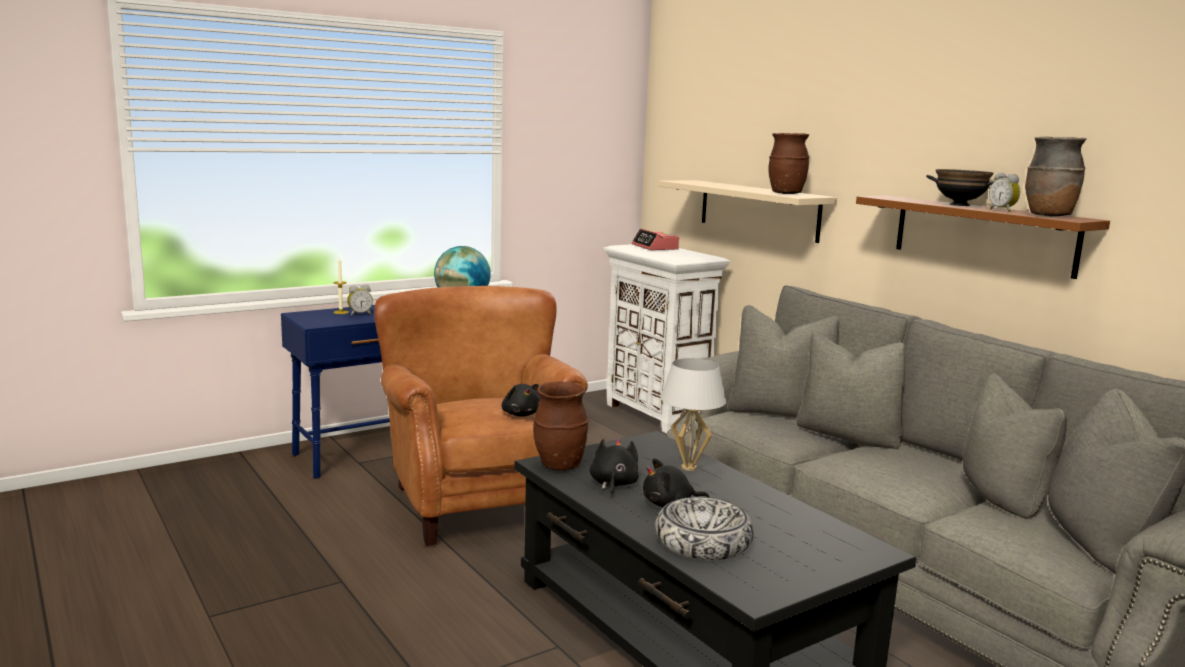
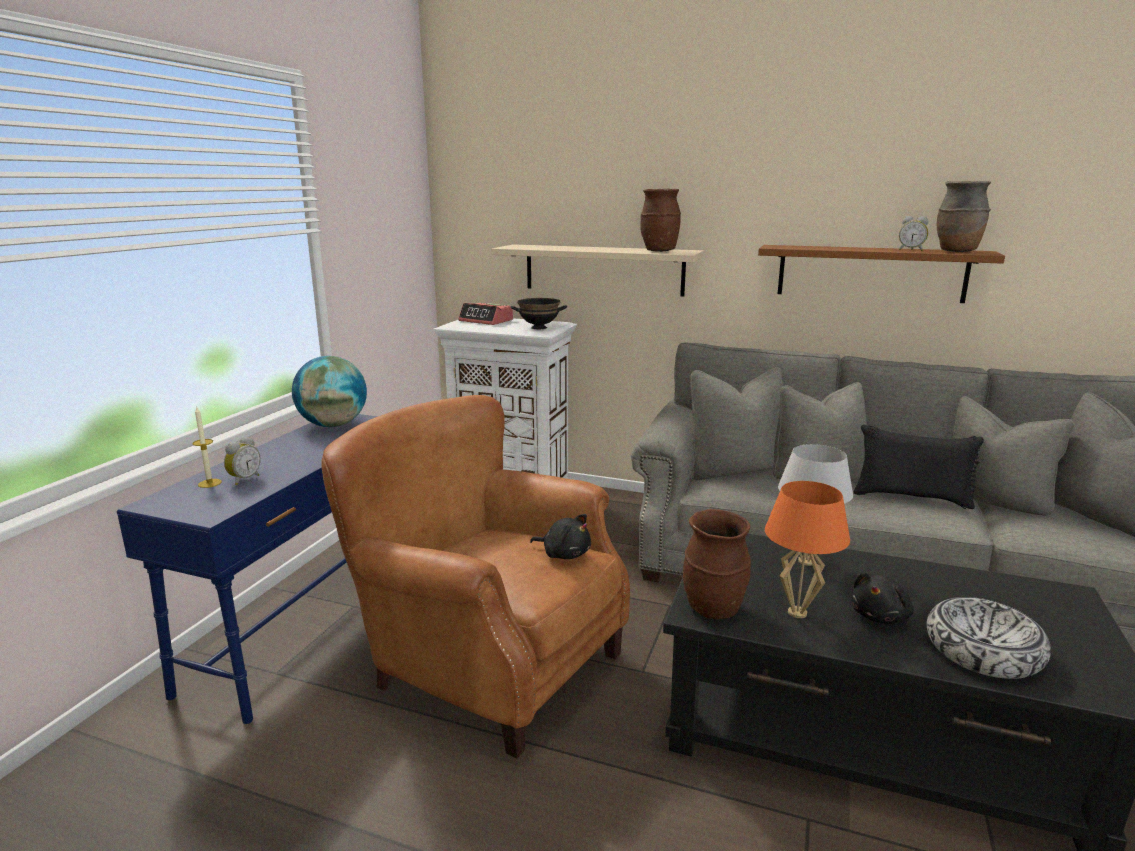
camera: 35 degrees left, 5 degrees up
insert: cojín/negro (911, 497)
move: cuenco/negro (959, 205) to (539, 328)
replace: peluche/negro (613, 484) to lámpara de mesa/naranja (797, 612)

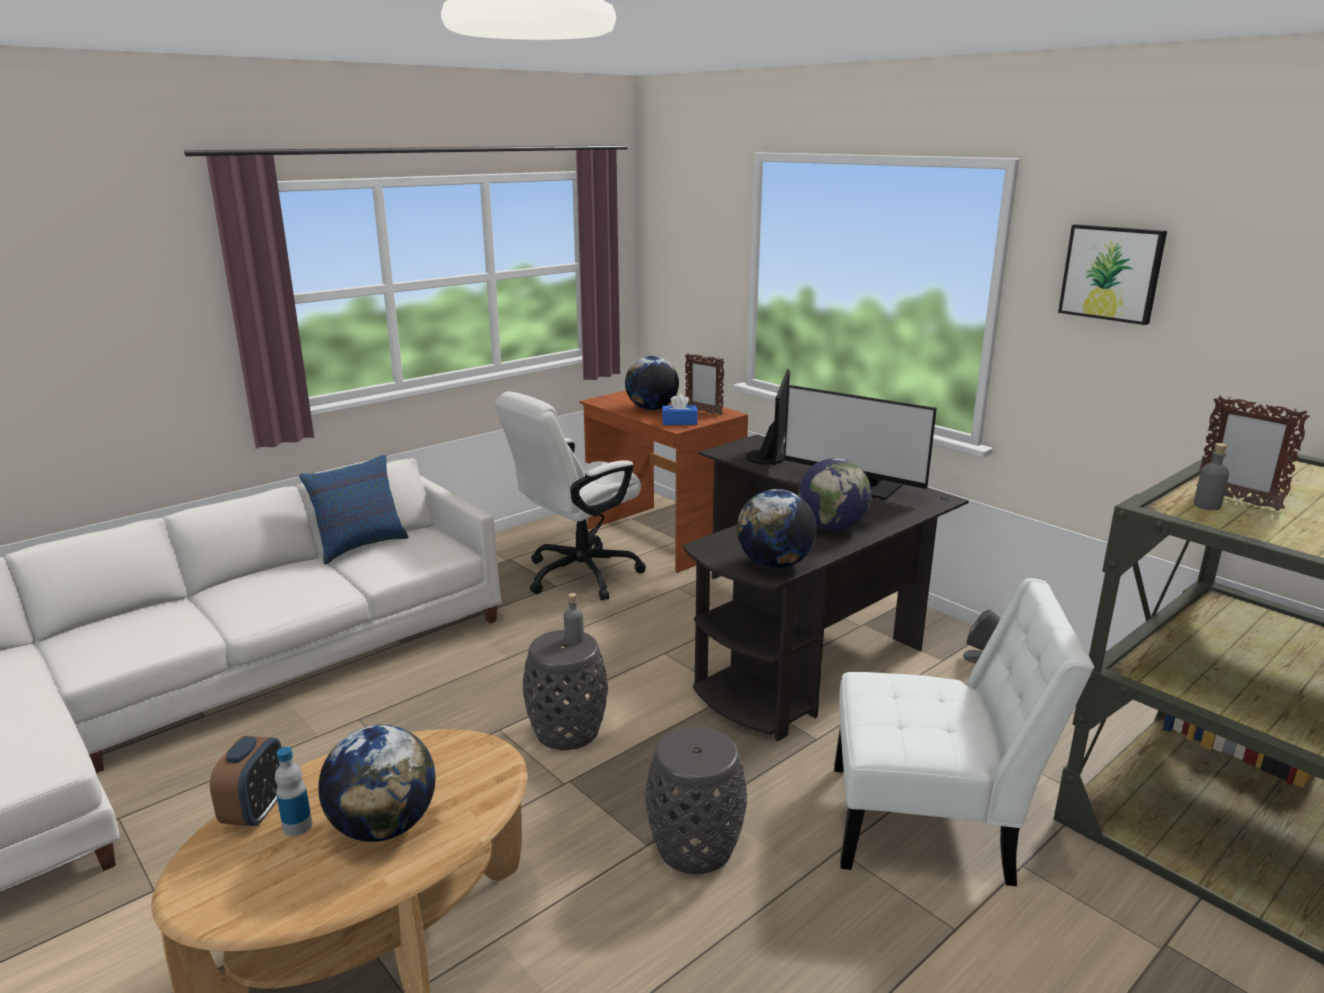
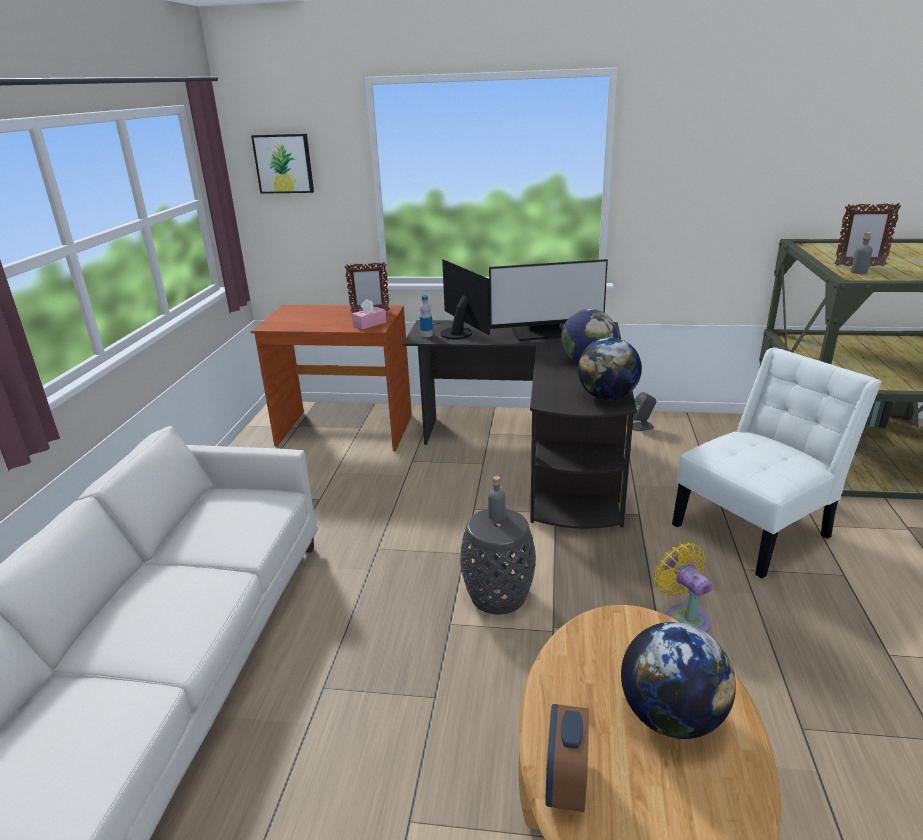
camera: 40 degrees left, 5 degrees up
delete: cojín/azul (361, 547); silla de oficina/blanco (577, 577); globo terráqueo (651, 409)
move: botella (297, 826) to (426, 335); cuadro (1112, 273) to (284, 163)
replace: taburete/gris (694, 847) to ventilador/amarillo (684, 617)
recolor: caja de pañuelos/azul (679, 422) to caja de pañuelos/rosa (369, 324)
rotate: despertador (256, 811) = (566, 783) 135 degrees counterclockwise

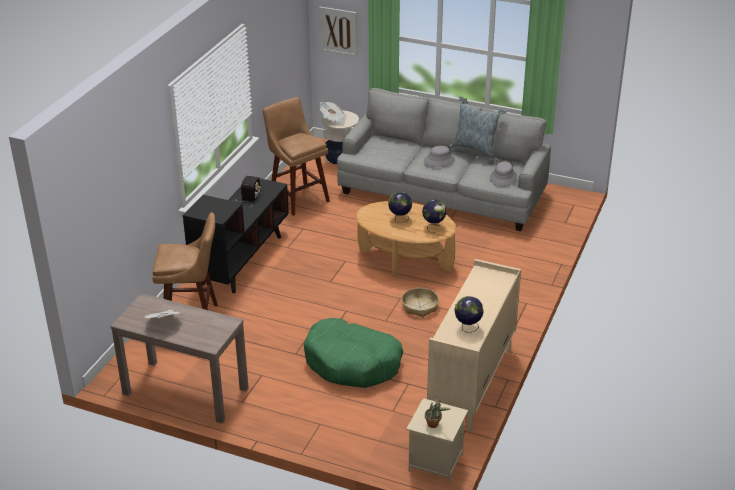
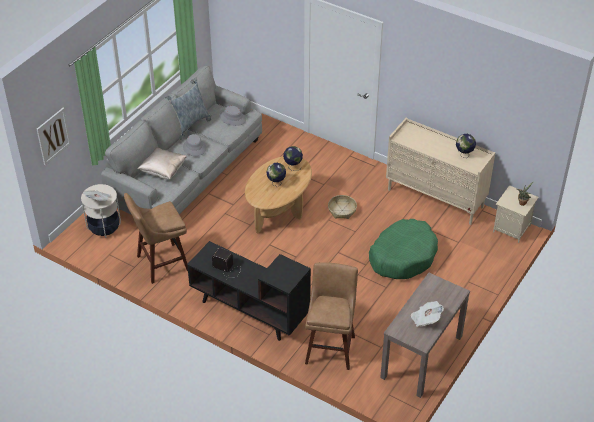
camera: 80 degrees left, 10 degrees up
insert: cojín/beis (163, 171)

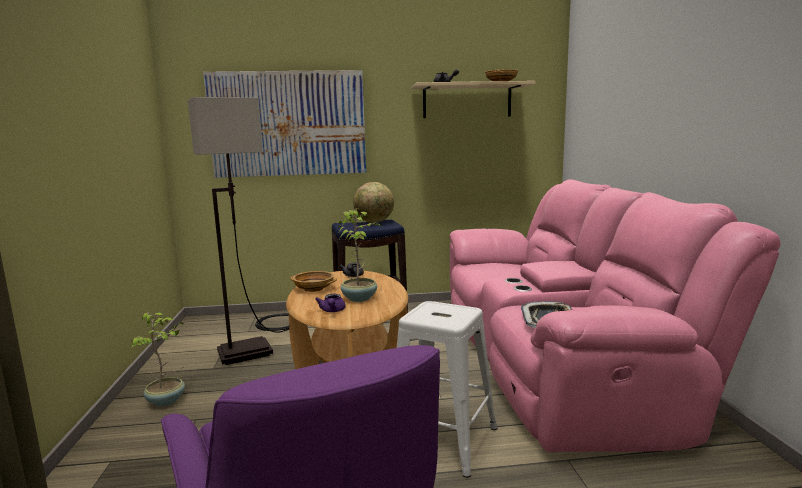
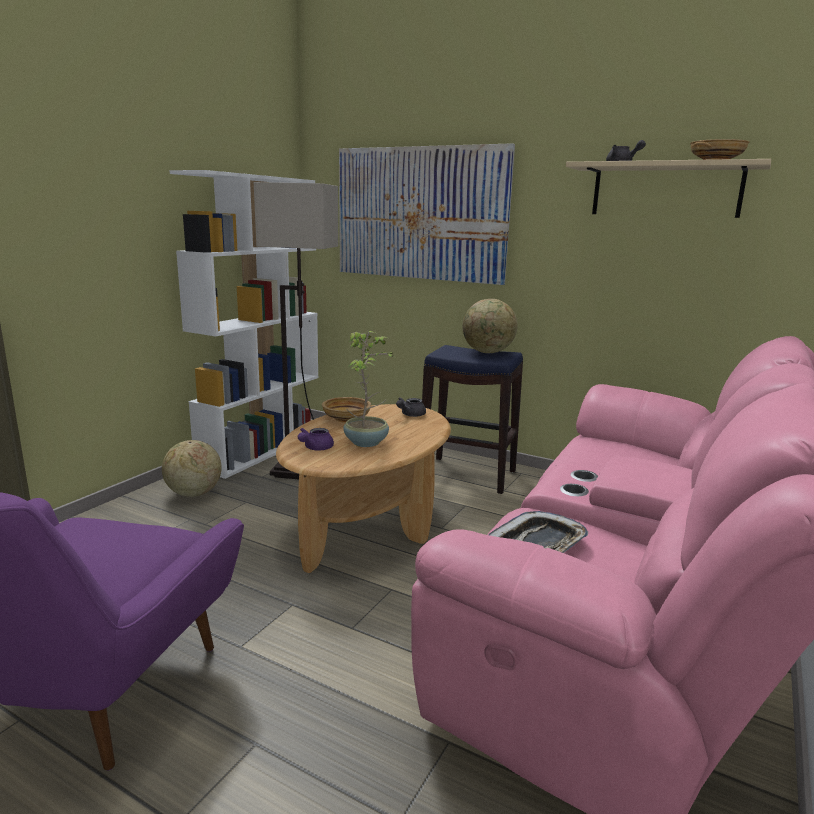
camera: 35 degrees right, 5 degrees up
delete: taburete/blanco (442, 439)
insert: estantería/blanco (261, 450)
replace: planta en maceta (167, 401) to globo terráqueo (193, 493)

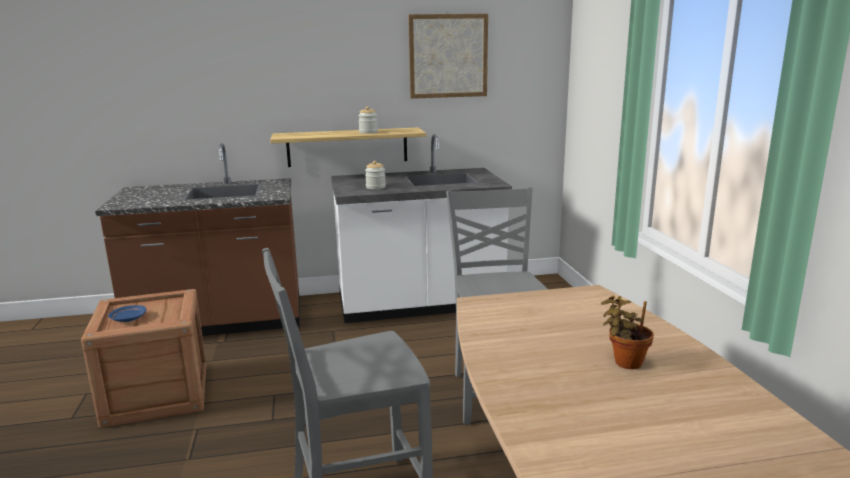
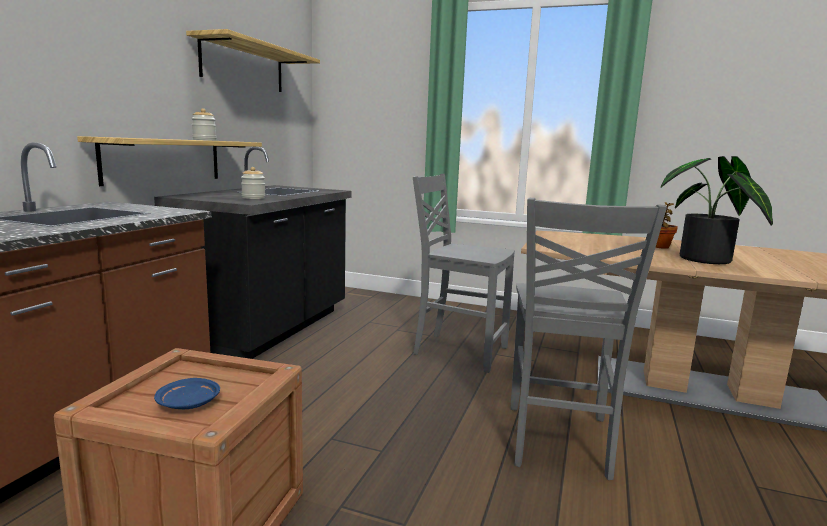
camera: 60 degrees left, 5 degrees down
insert: planta en maceta (706, 261)
replace: cuadro (448, 55) to estante (243, 66)
recolor: mueble bajo de cocina/blanco (419, 304) to mueble bajo de cocina/negro (268, 330)

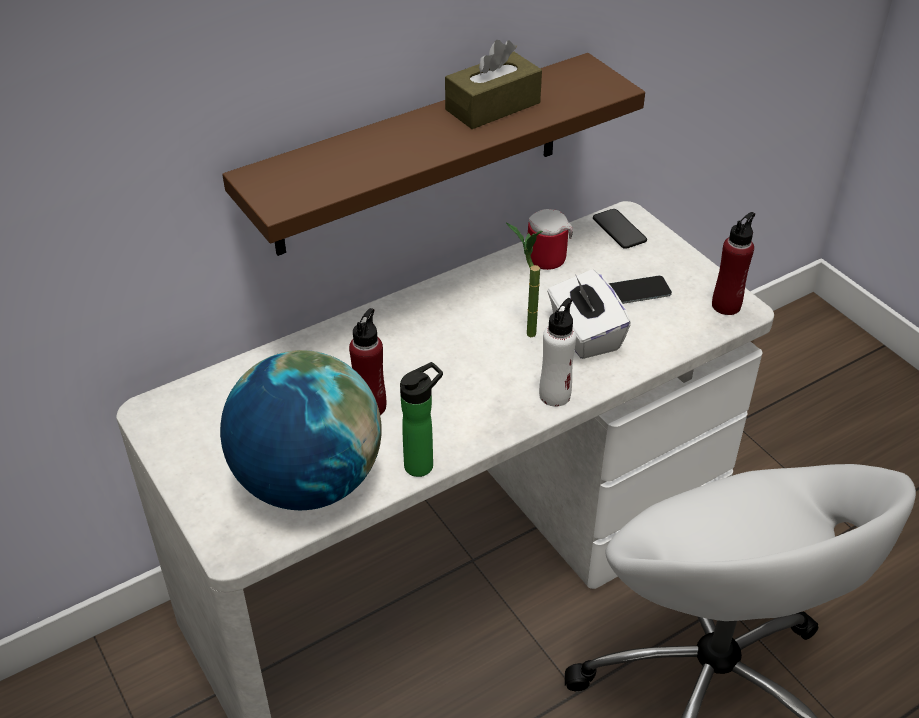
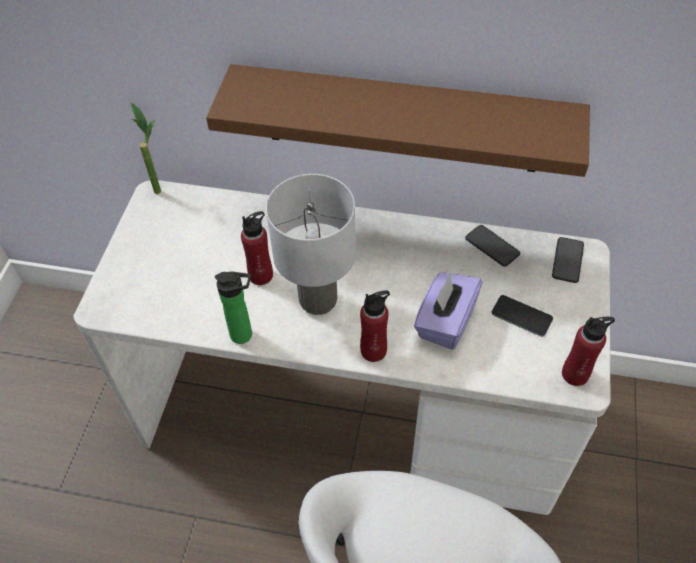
camera: 45 degrees right, 10 degrees up
delete: globo terráqueo (308, 481); caja de pañuelos/marrón (493, 106)
insert: lámpara de mesa/blanco (316, 301)
move: planta en maceta (523, 329) to (158, 186)
replace: taza grande (548, 255) to móvil (492, 246)
recolor: botella/blanco (555, 395) to botella/rojo (373, 350); caja de pañuelos/blanco (584, 334) to caja de pañuelos/morado (445, 322)

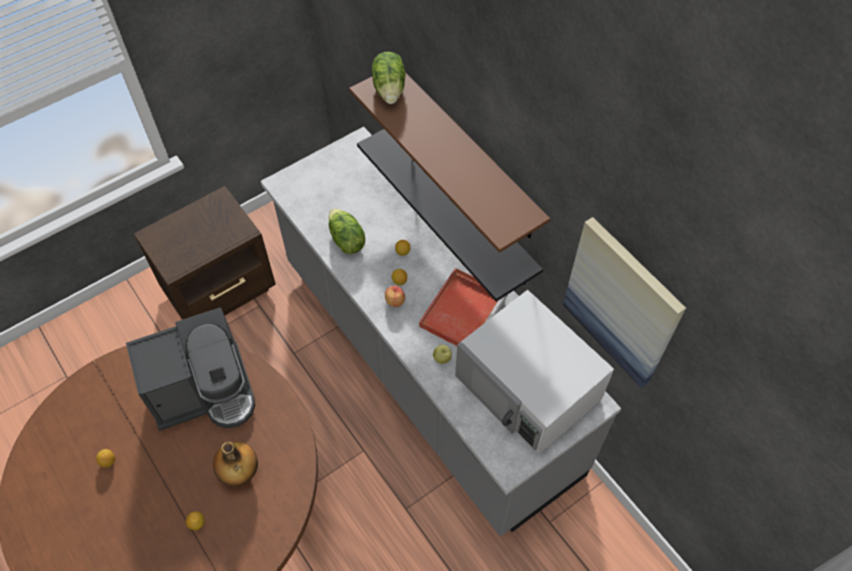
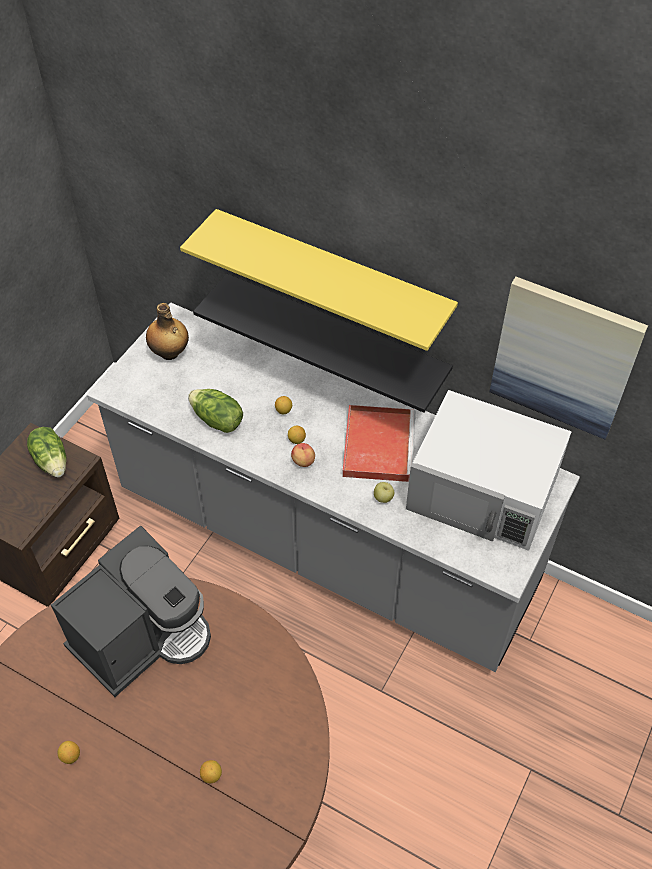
camera: 25 degrees left, 5 degrees down
move: botella (239, 472) to (170, 353); lechuga (390, 89) to (52, 461)
recolor: estante/marrón (467, 154) to estante/amarillo (332, 275)

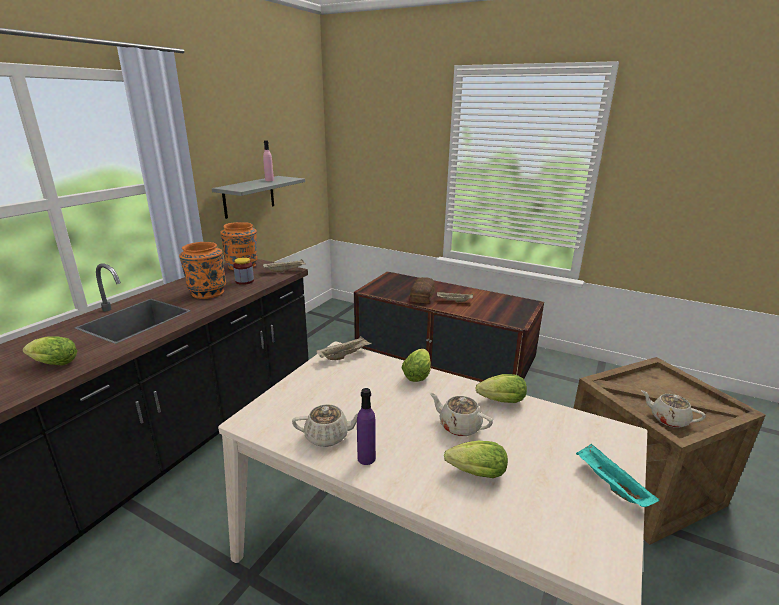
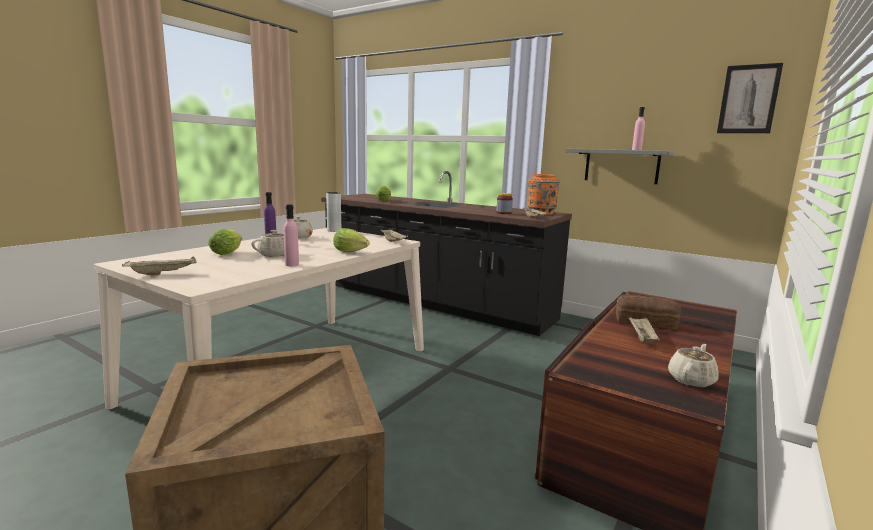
camera: 95 degrees right, 10 degrees down
delete: florero/naranja (207, 293)
insert: florero/gris (334, 230); cuadro (748, 99)
move: tetera/beis (668, 419) to (691, 379)
replace: lechuga (499, 401) to botella/rosa (292, 264)
recolor: bandeja/turquesa (610, 485) to bandeja/beis (163, 273)

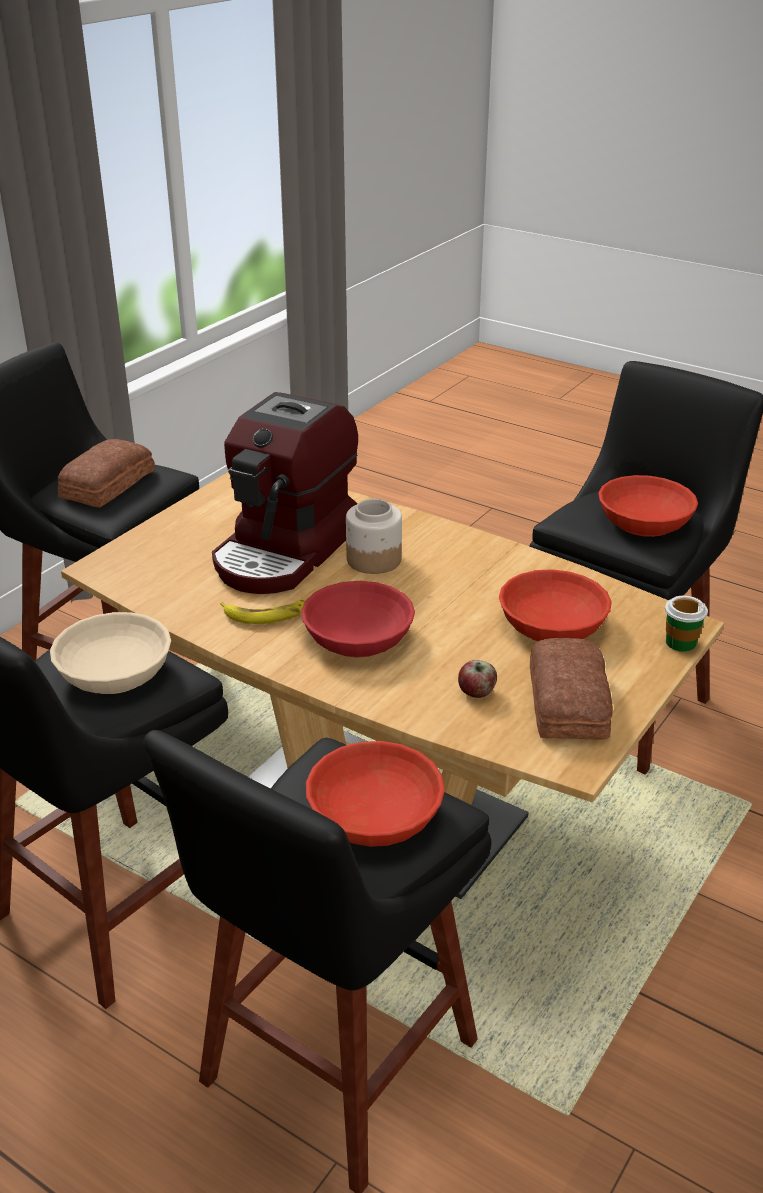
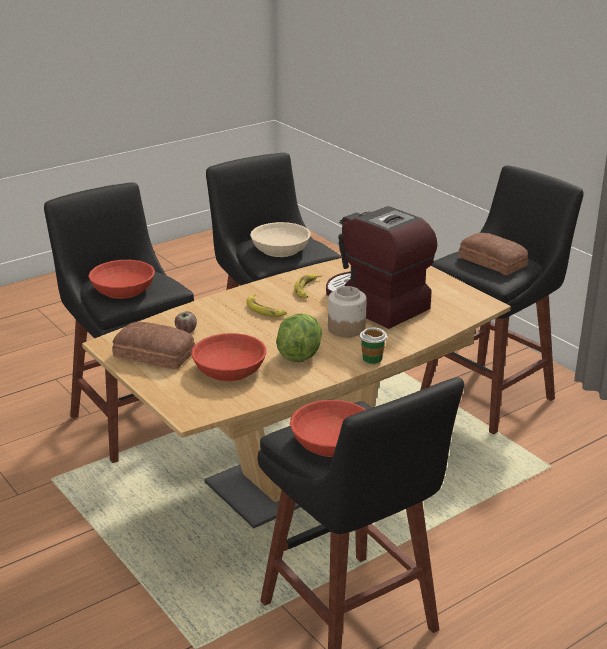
camera: 110 degrees right, 5 degrees down
insert: lechuga (299, 353)
move: taza (680, 642) to (372, 358)
replace: cuenco/rojo (358, 636) to plátano (265, 310)

